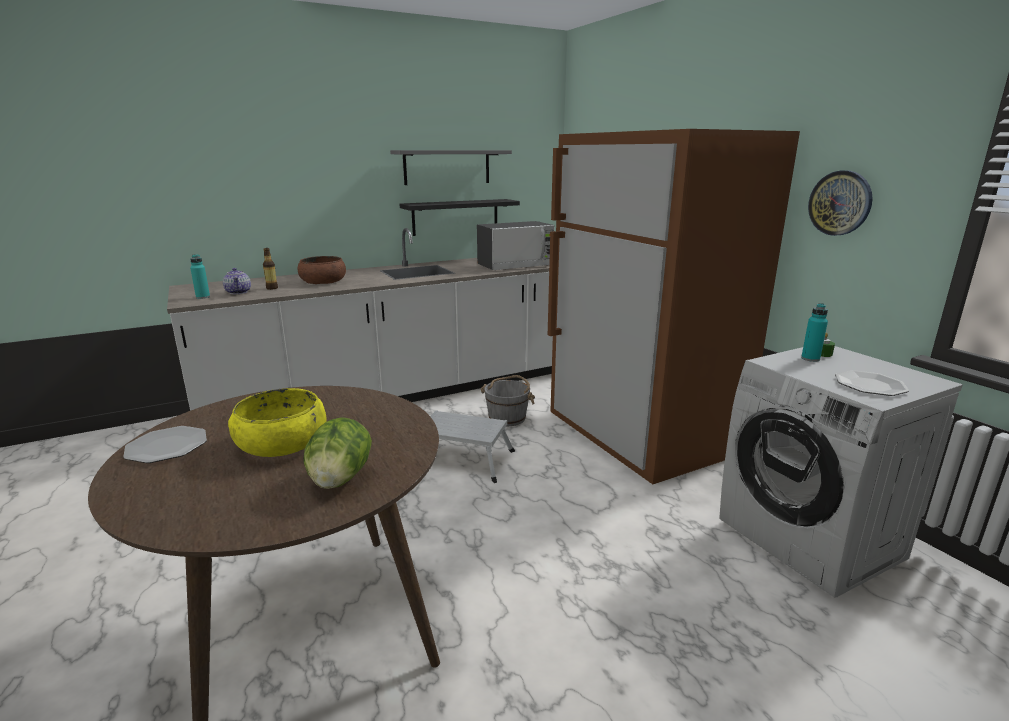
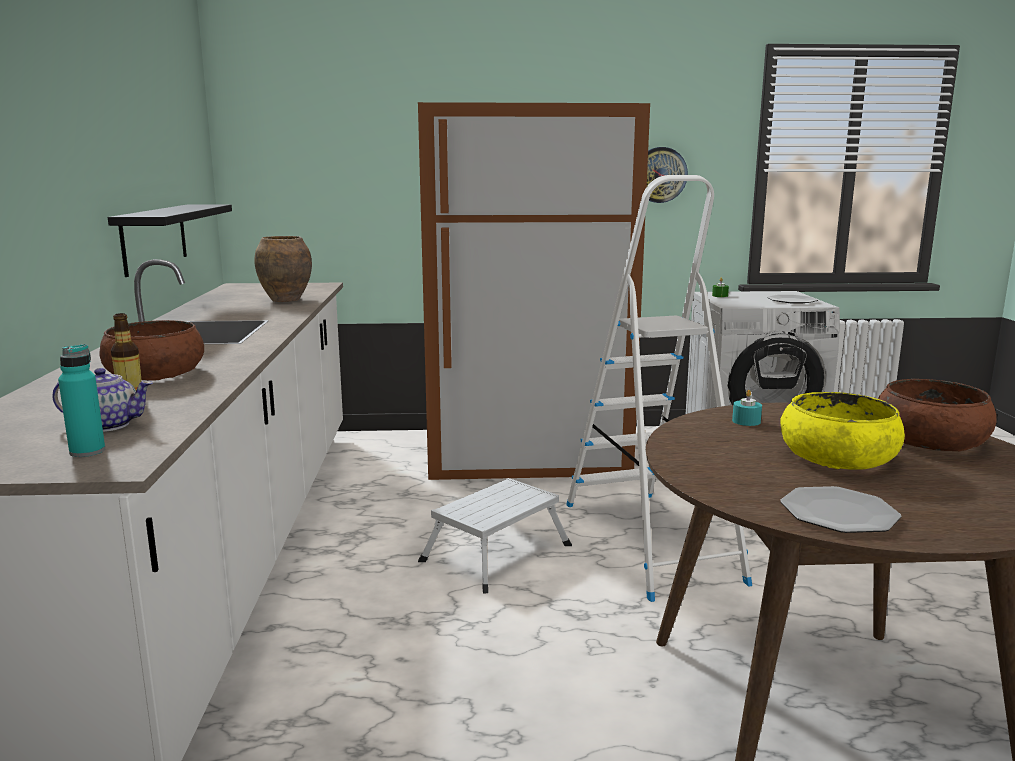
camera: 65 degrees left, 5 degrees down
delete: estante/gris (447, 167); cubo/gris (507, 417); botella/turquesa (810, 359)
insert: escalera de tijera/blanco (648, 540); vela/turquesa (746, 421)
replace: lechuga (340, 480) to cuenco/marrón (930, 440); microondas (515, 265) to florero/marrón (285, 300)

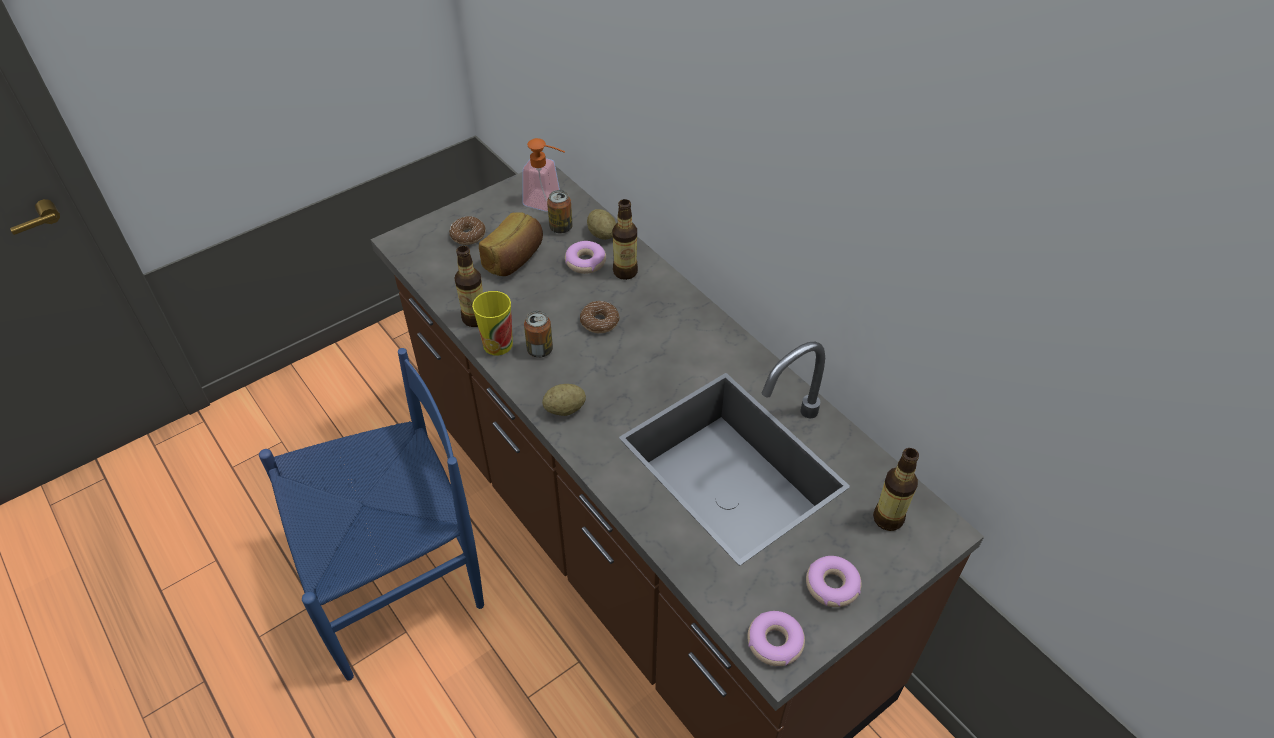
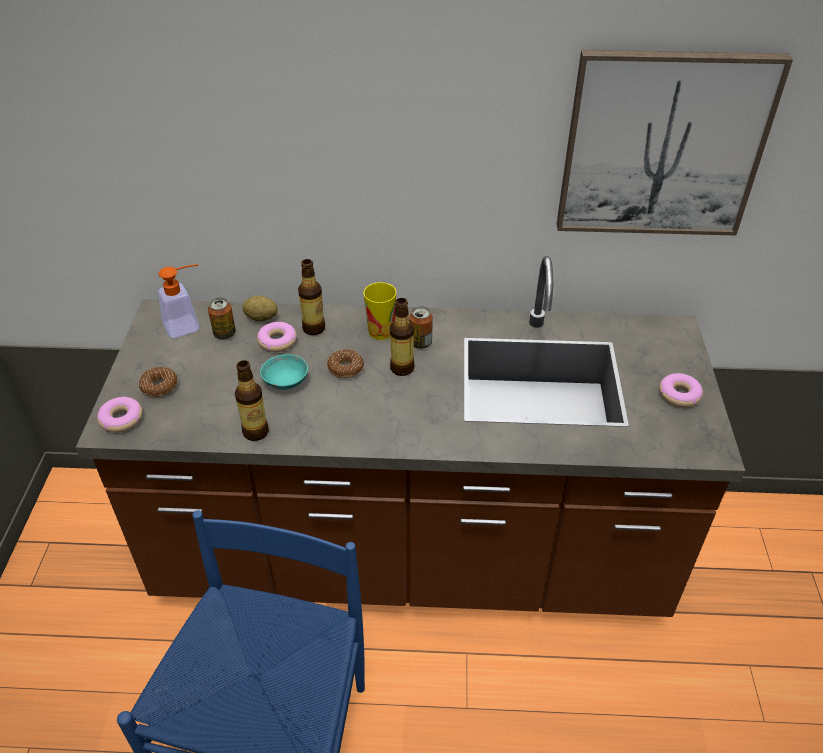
camera: 50 degrees left, 5 degrees down
delete: pan (515, 258); patata (565, 409)
insert: cuenco/turquesa (285, 381); cuadro (662, 145)
move: taza (498, 344) to (381, 331); lata (540, 350) to (420, 343); rosquilla (775, 642) to (121, 419); botella (888, 518) to (402, 368)

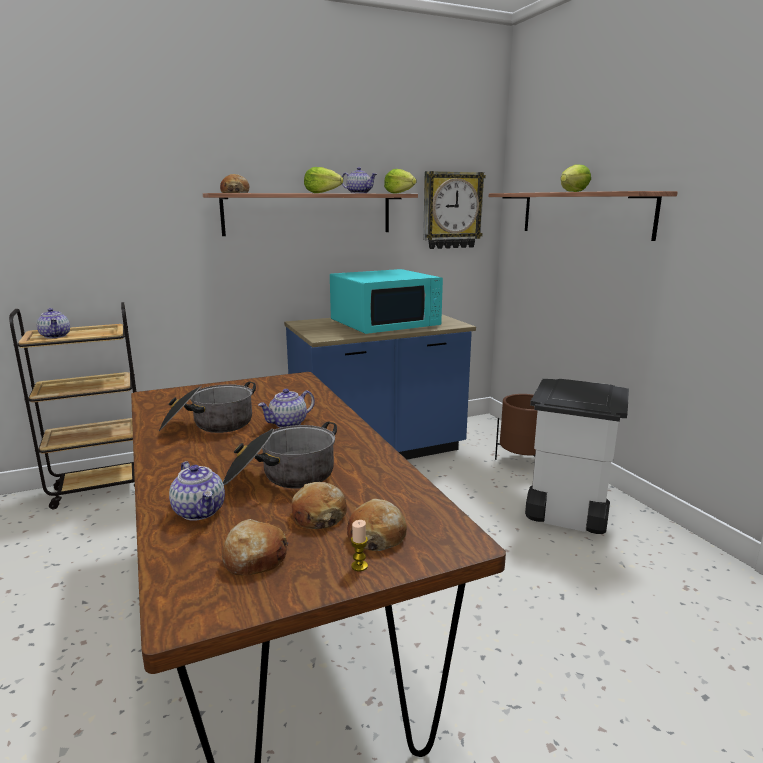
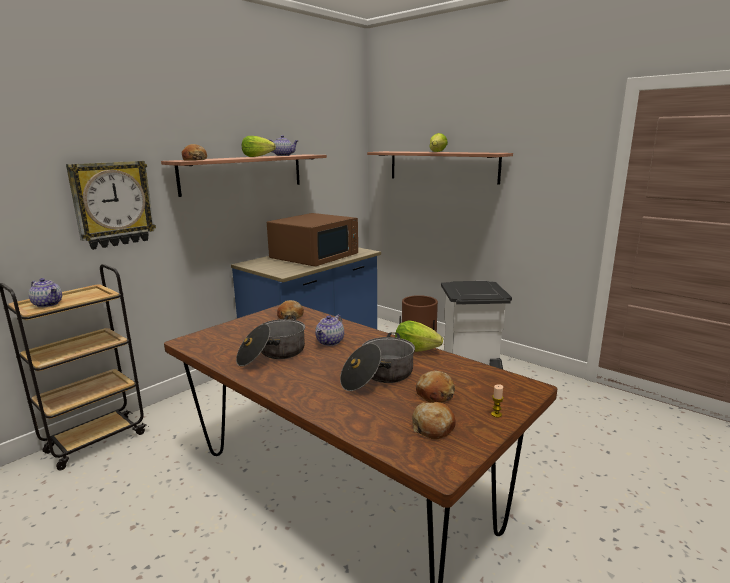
camera: 25 degrees left, 0 degrees up
delete: tetera (200, 511)
move: pan (377, 536) to (290, 316); lechuga (399, 193) to (416, 349); reloj de pared (451, 210) to (112, 204)
recolor: microondas/turquesa (385, 323) to microondas/marrón (315, 256)

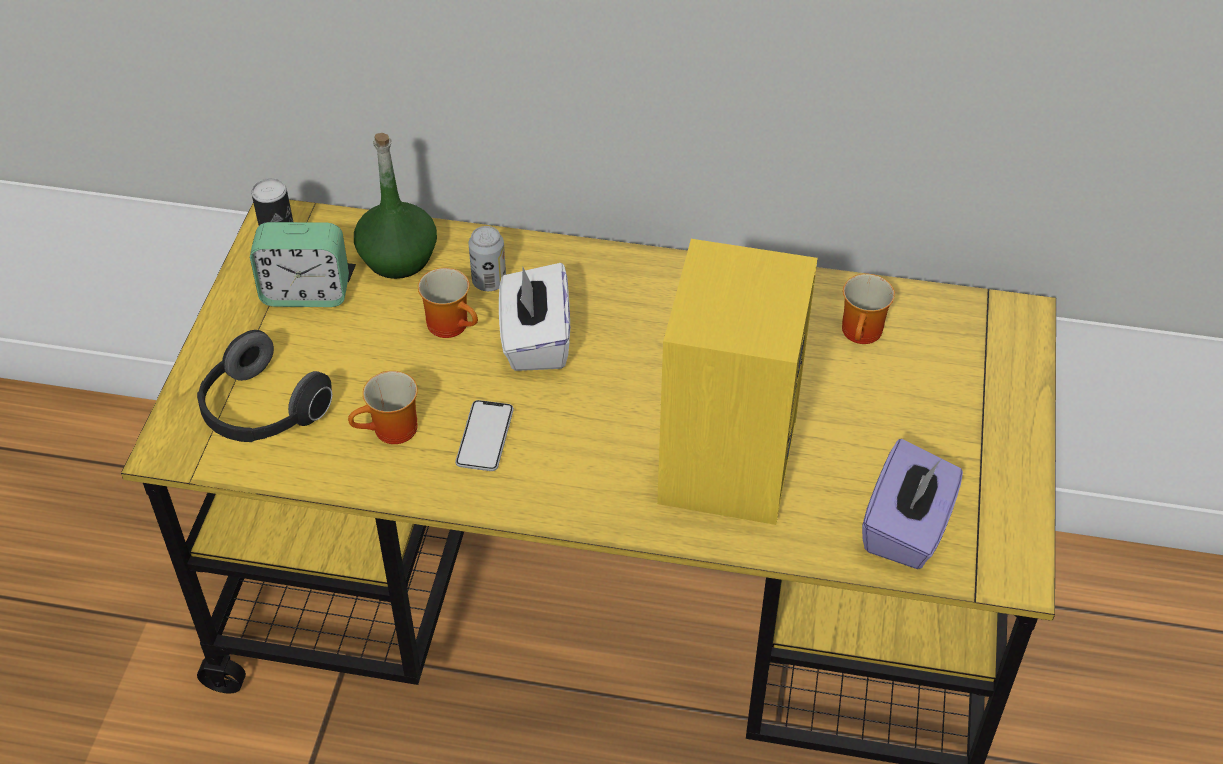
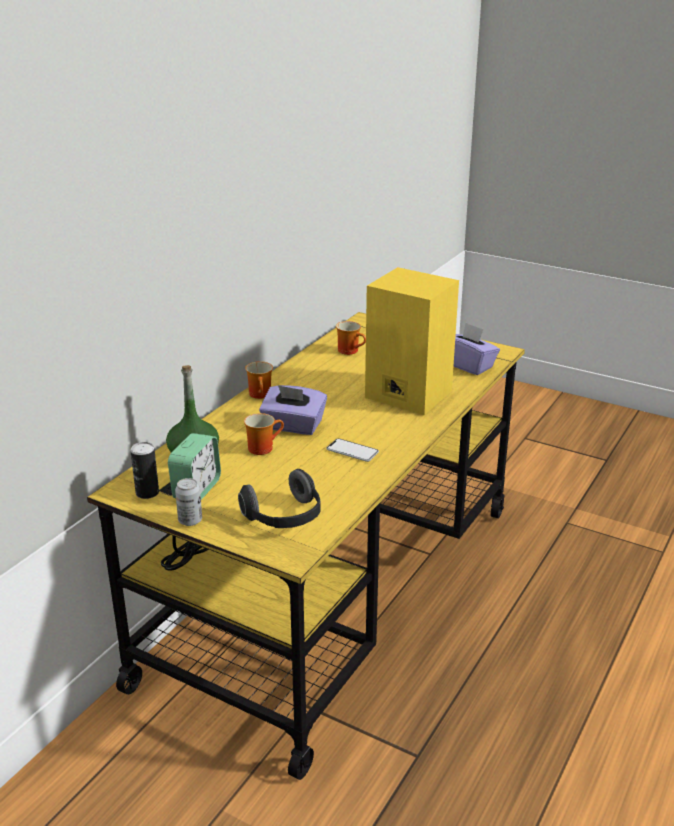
camera: 70 degrees left, 20 degrees down
move: taza grande (392, 432) to (262, 395); lata (489, 282) to (190, 520)
recolor: caja de pañuelos/blanco (535, 340) to caja de pañuelos/morado (293, 426)

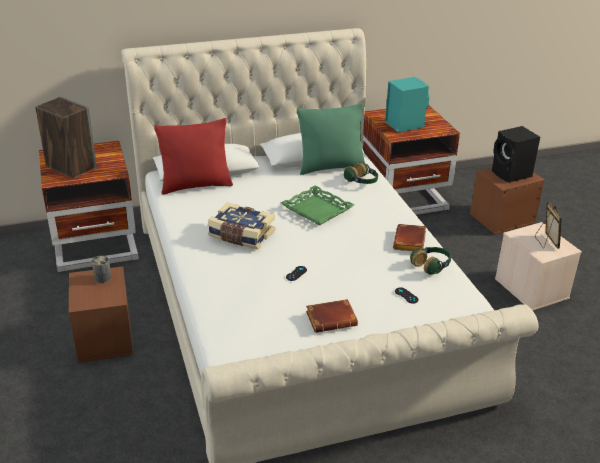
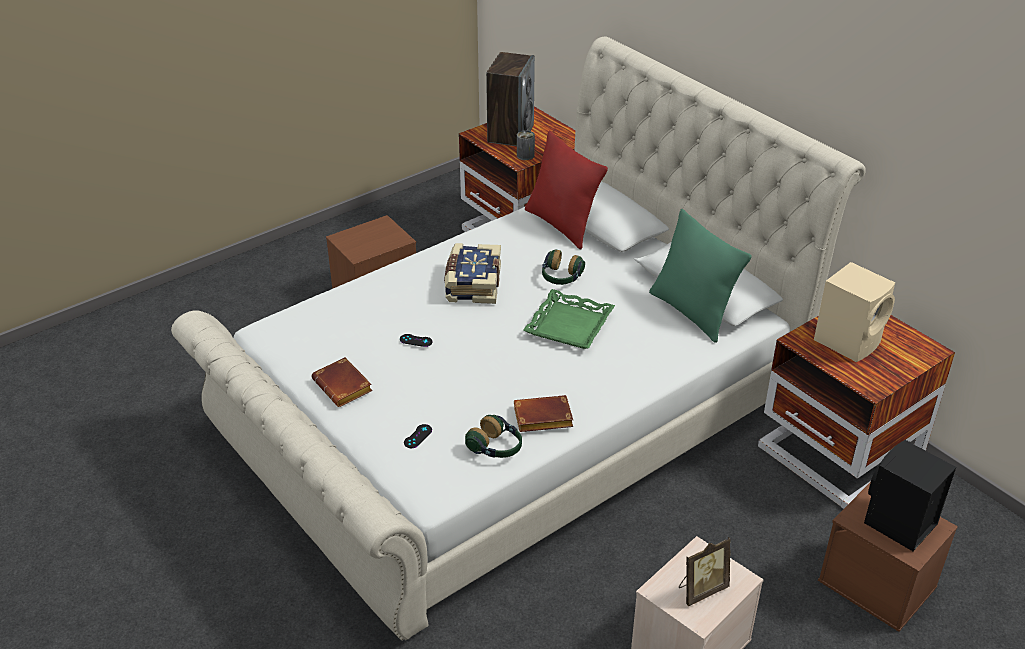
camera: 70 degrees right, 5 degrees up
move: lata (103, 278) to (525, 155); auriculares (362, 181) to (561, 278)
recolor: altavoz/turquesa (404, 124) to altavoz/beis (849, 341)

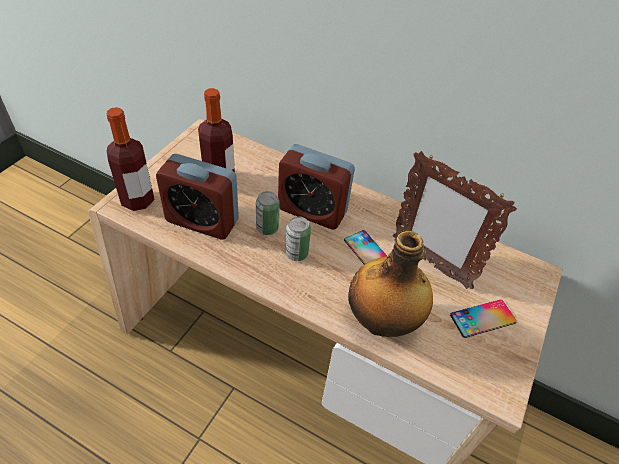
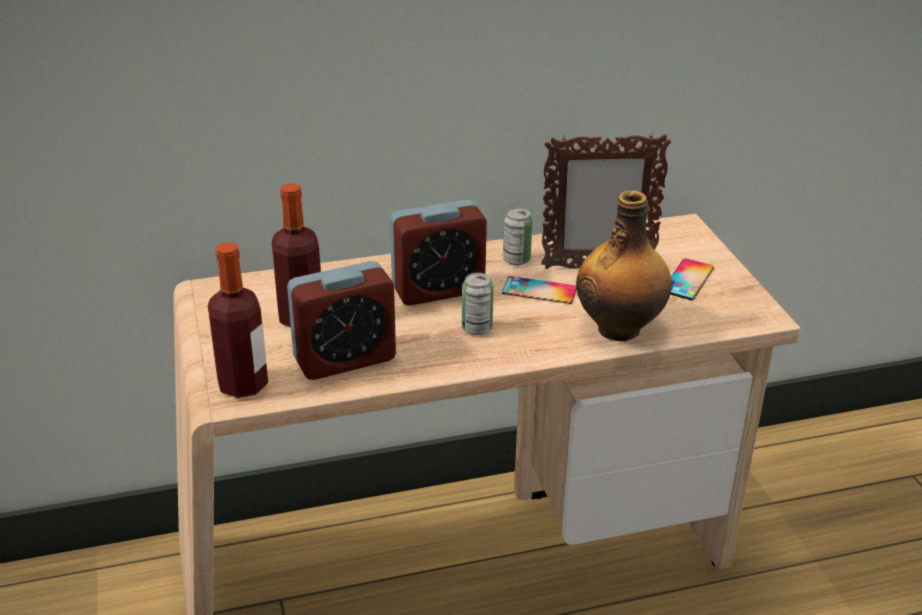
camera: 40 degrees left, 15 degrees down
move: lata (267, 228) to (516, 259)

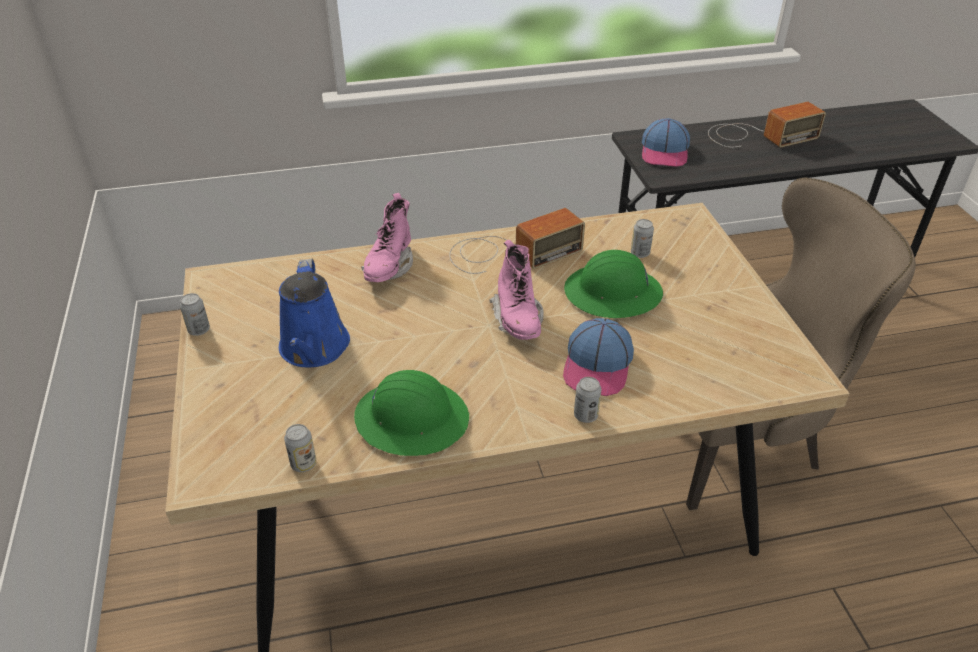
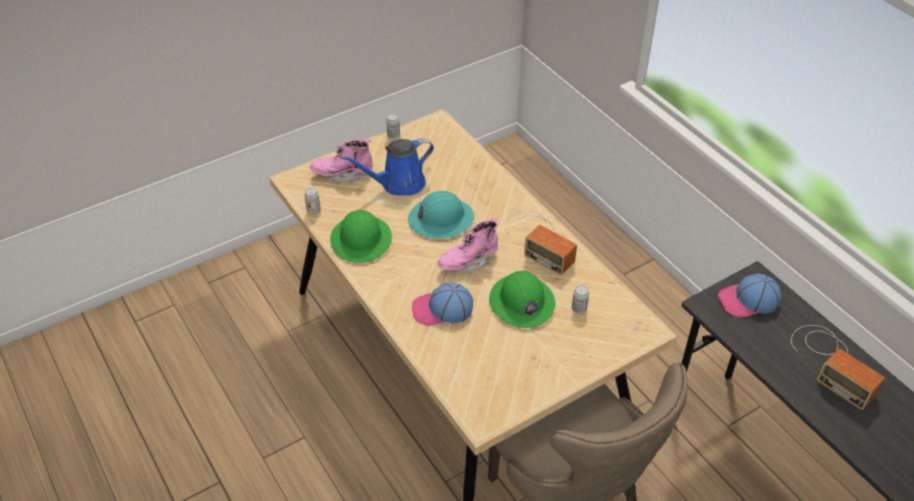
camera: 70 degrees right, 5 degrees up
delete: lata (585, 415)
insert: casco/turquesa (440, 219)
move: bota/rosa (389, 267) to (343, 174)

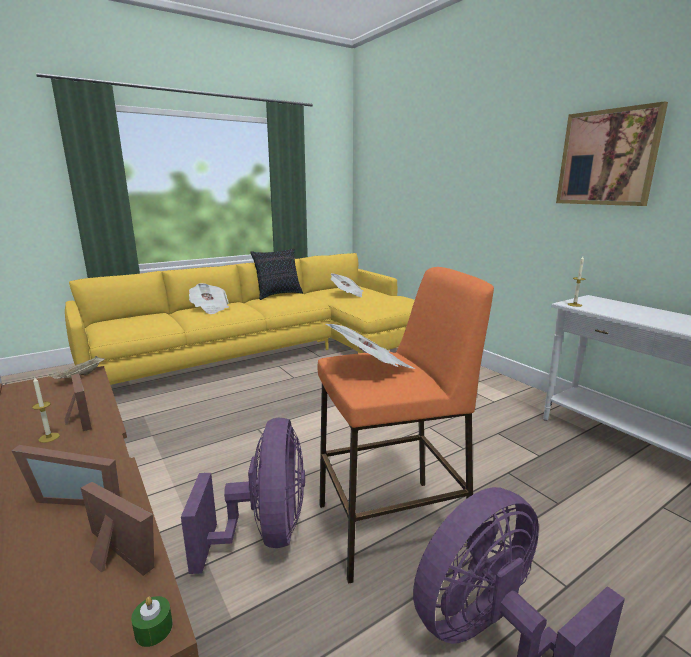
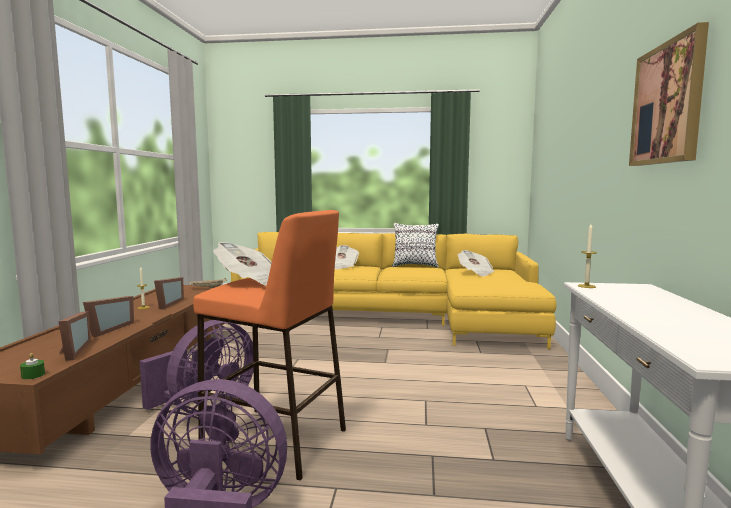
camera: 40 degrees right, 10 degrees down
recolor: cojín/negro (278, 295) to cojín/blanco (415, 266)
rotate: portarretratos (80, 495) = (107, 329) 120 degrees counterclockwise

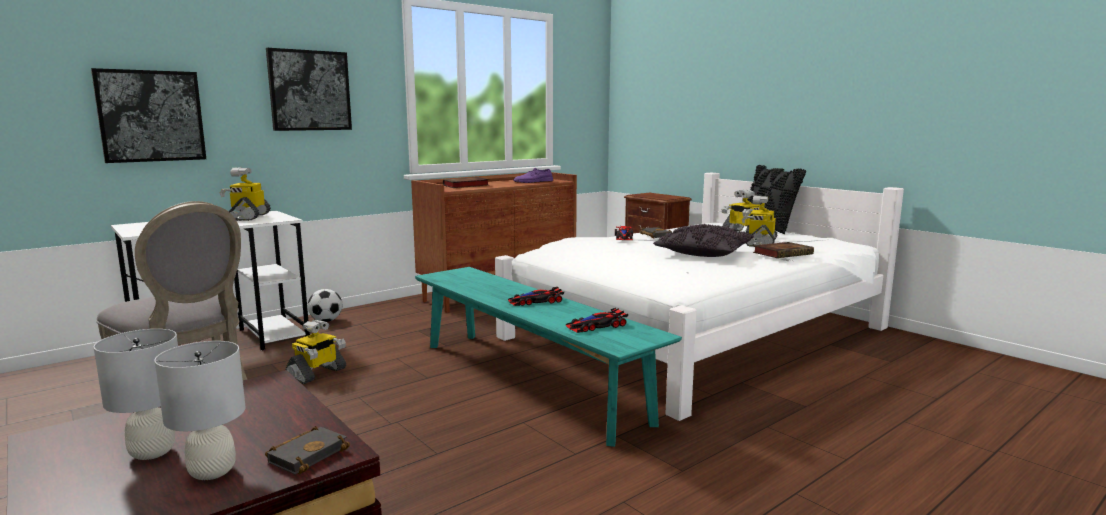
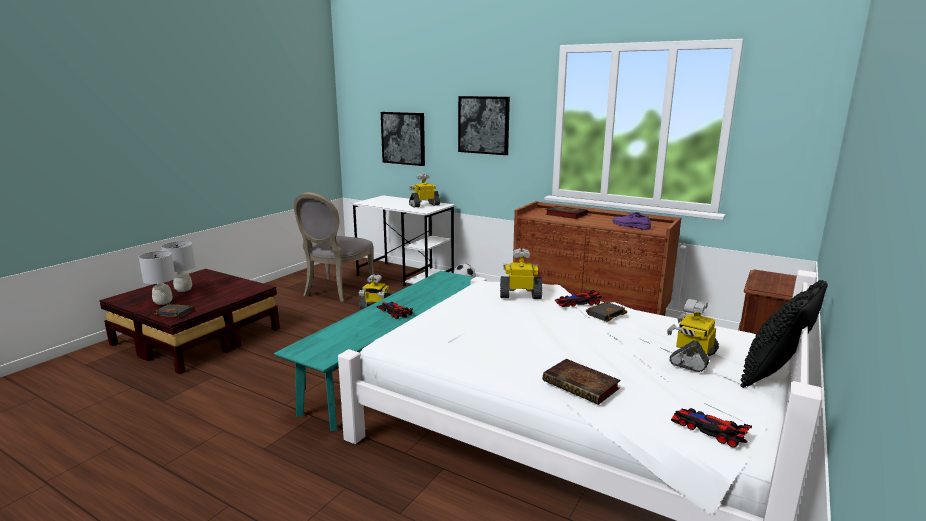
camera: 70 degrees right, 5 degrees up
delete: cojín/negro (704, 253)
move: coche de juguete (596, 326) to (708, 429); robot de juguete (760, 243) to (520, 295)

